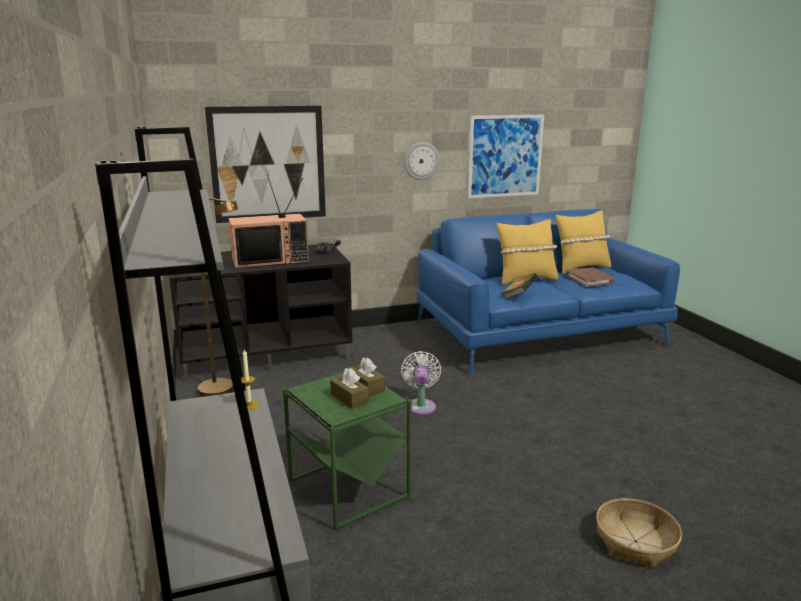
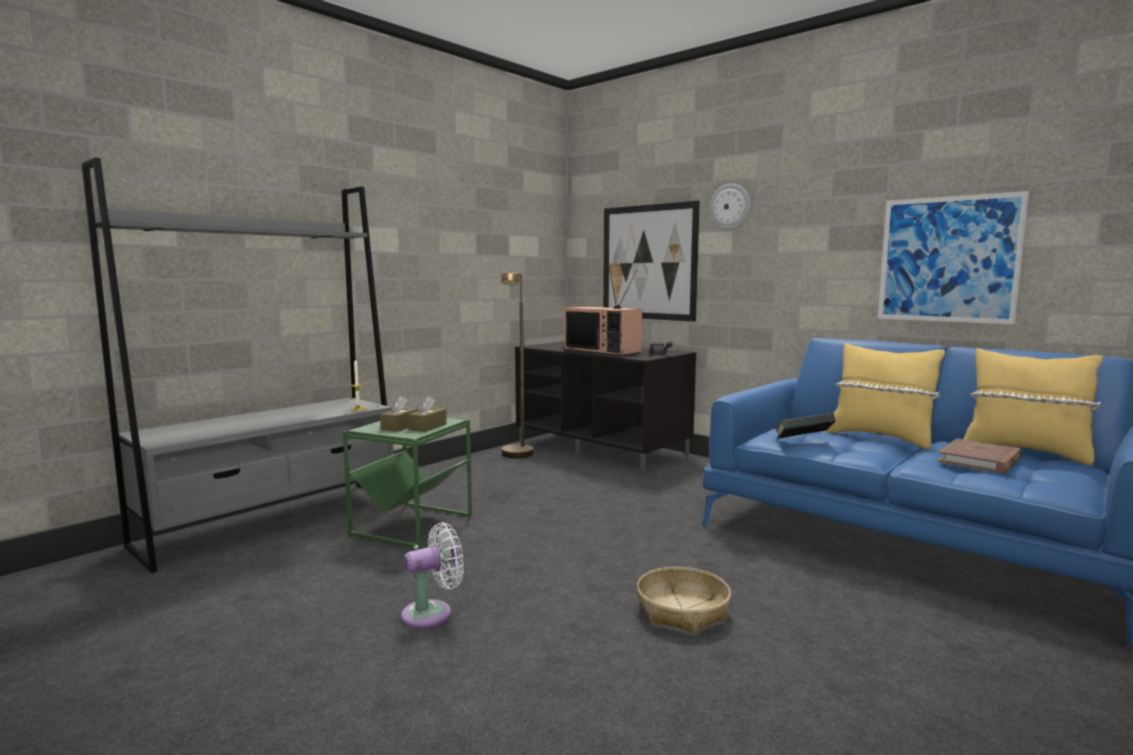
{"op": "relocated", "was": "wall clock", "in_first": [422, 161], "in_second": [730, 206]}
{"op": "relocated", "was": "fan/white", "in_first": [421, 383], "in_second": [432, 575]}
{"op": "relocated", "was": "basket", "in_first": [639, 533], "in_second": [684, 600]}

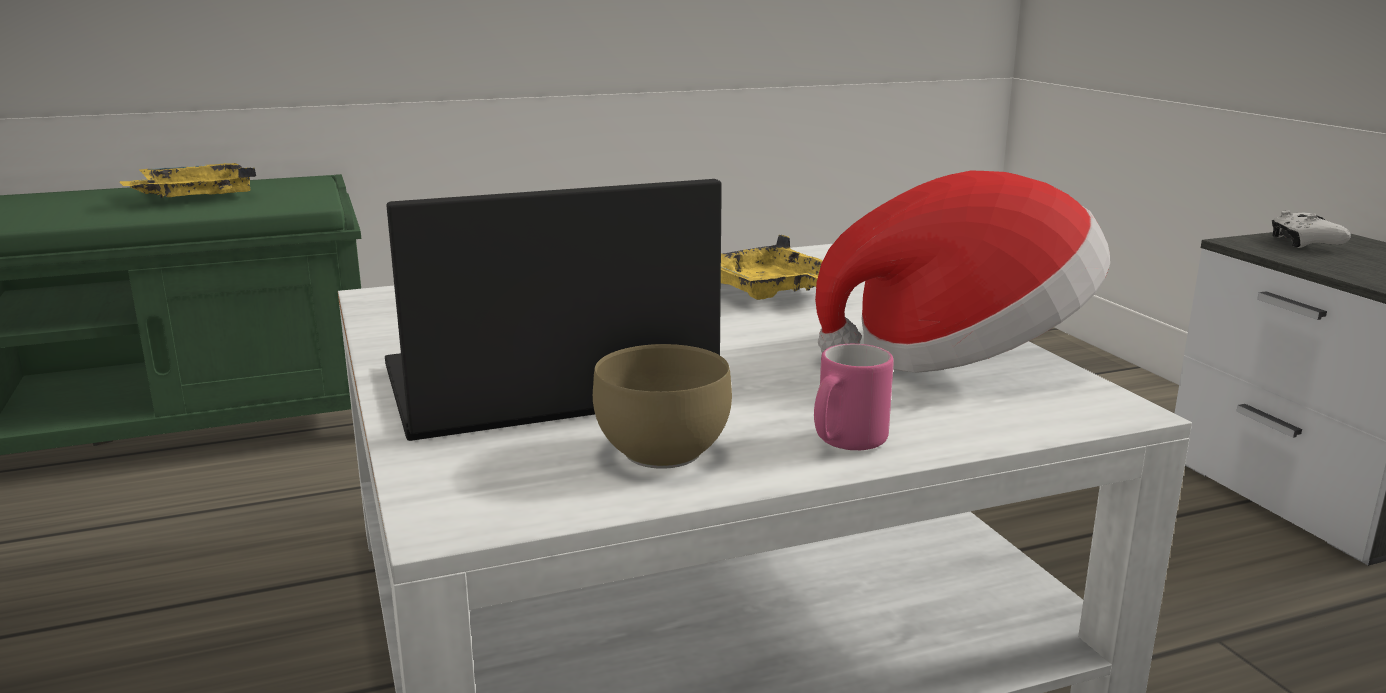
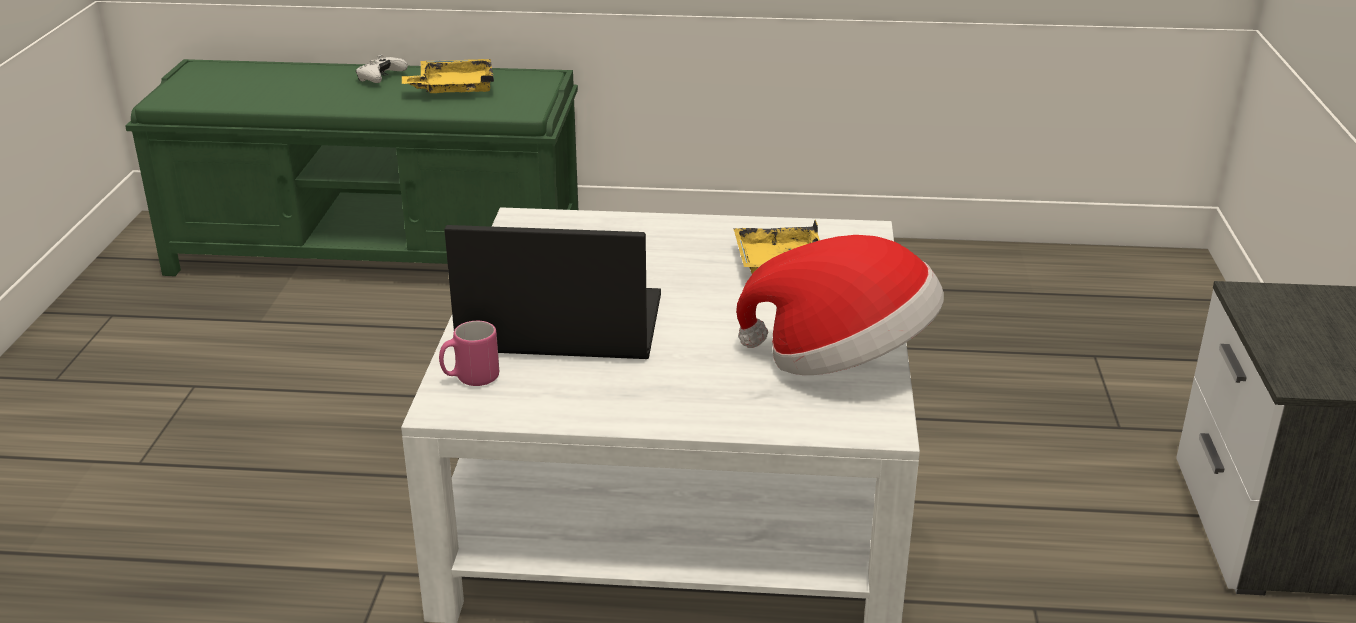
{"op": "relocated", "was": "game controller/white", "in_first": [1311, 229], "in_second": [382, 69]}
{"op": "missing", "was": "bowl/brown", "in_first": [662, 406]}
{"op": "relocated", "was": "mug/pink", "in_first": [854, 397], "in_second": [469, 353]}

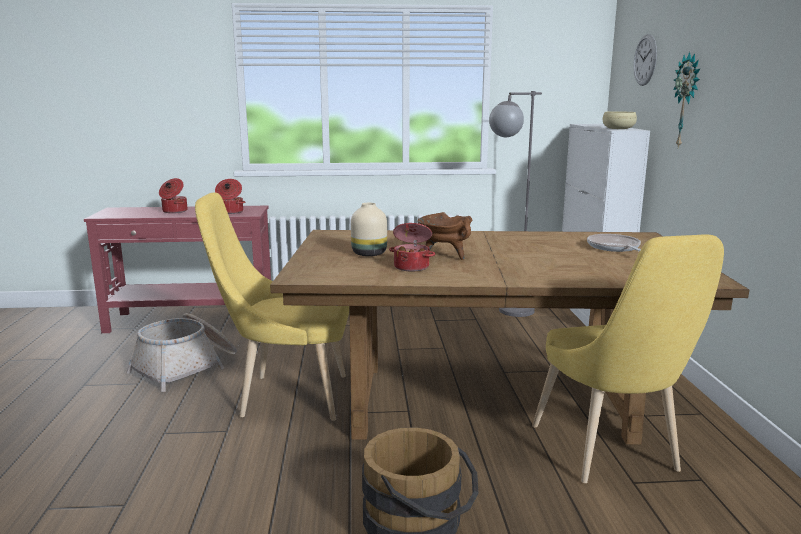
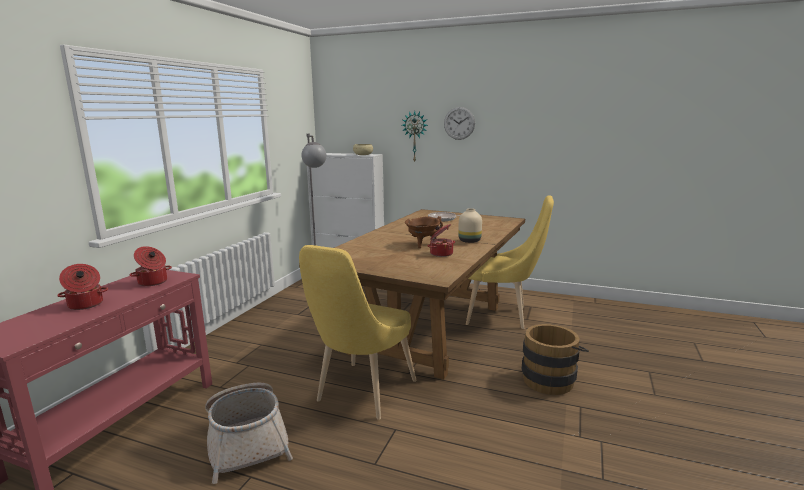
{"op": "relocated", "was": "wall clock", "in_first": [645, 60], "in_second": [459, 123]}
{"op": "relocated", "was": "vase/beige", "in_first": [369, 229], "in_second": [470, 225]}

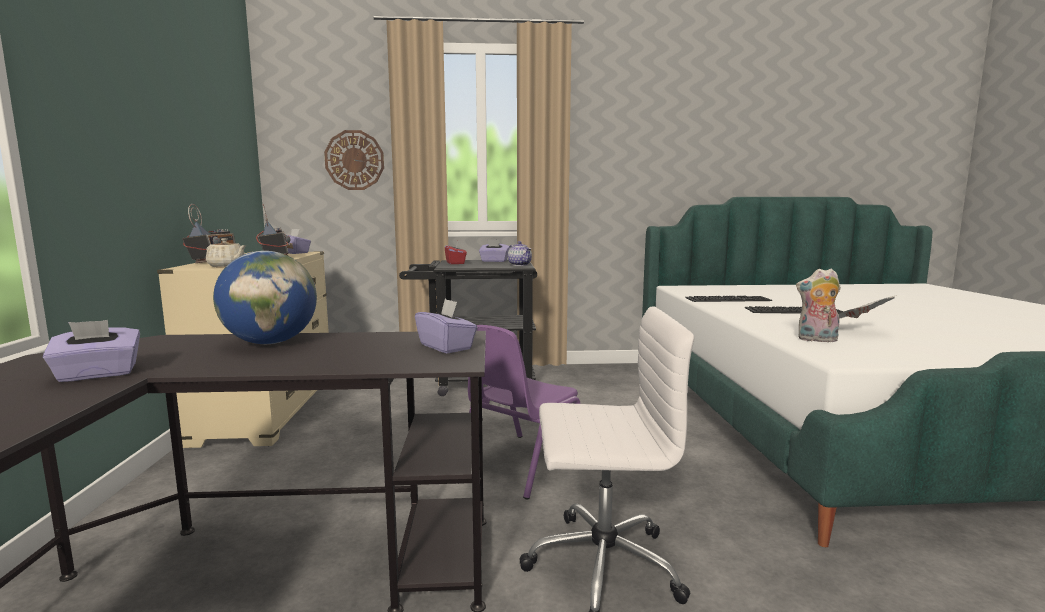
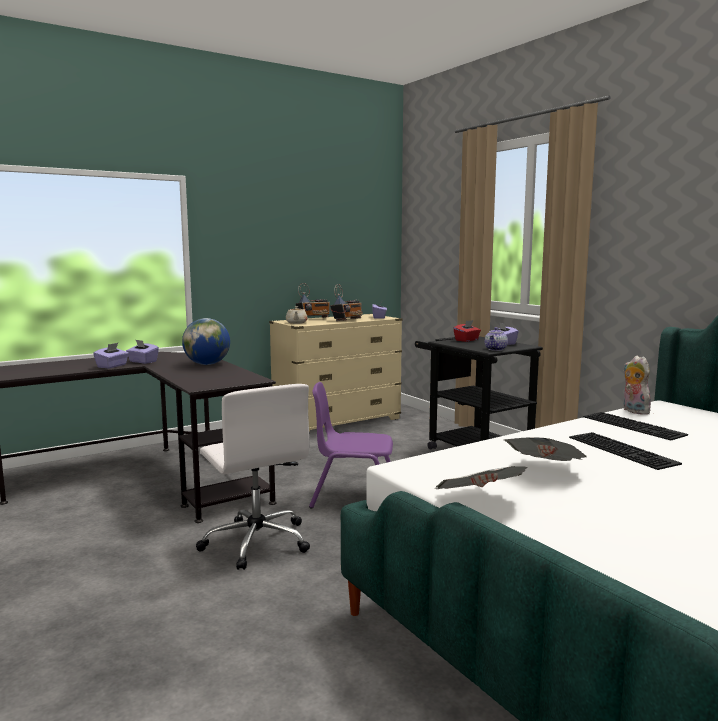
{"op": "missing", "was": "wall clock", "in_first": [354, 160]}
{"op": "relocated", "was": "plush toy", "in_first": [818, 305], "in_second": [637, 385]}
{"op": "relocated", "was": "tissue box/purple", "in_first": [446, 326], "in_second": [111, 355]}
{"op": "appeared", "now": "newspaper", "in_second": [481, 477]}

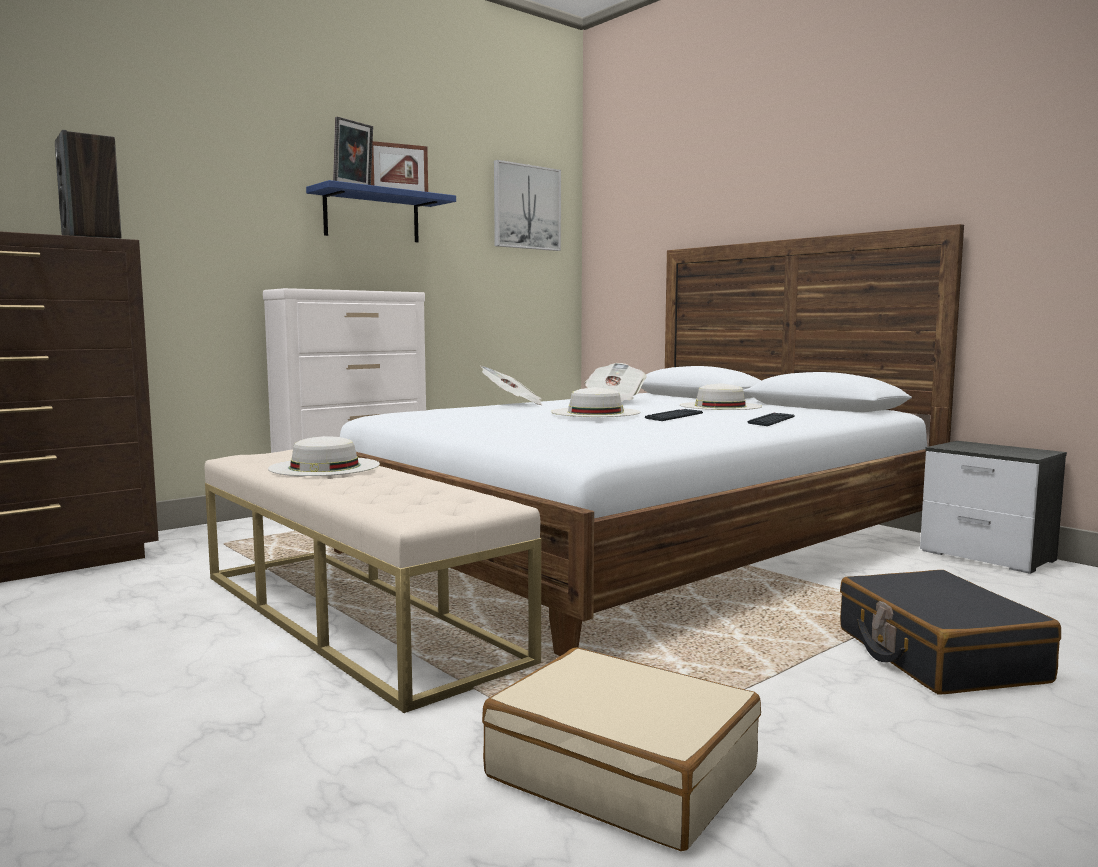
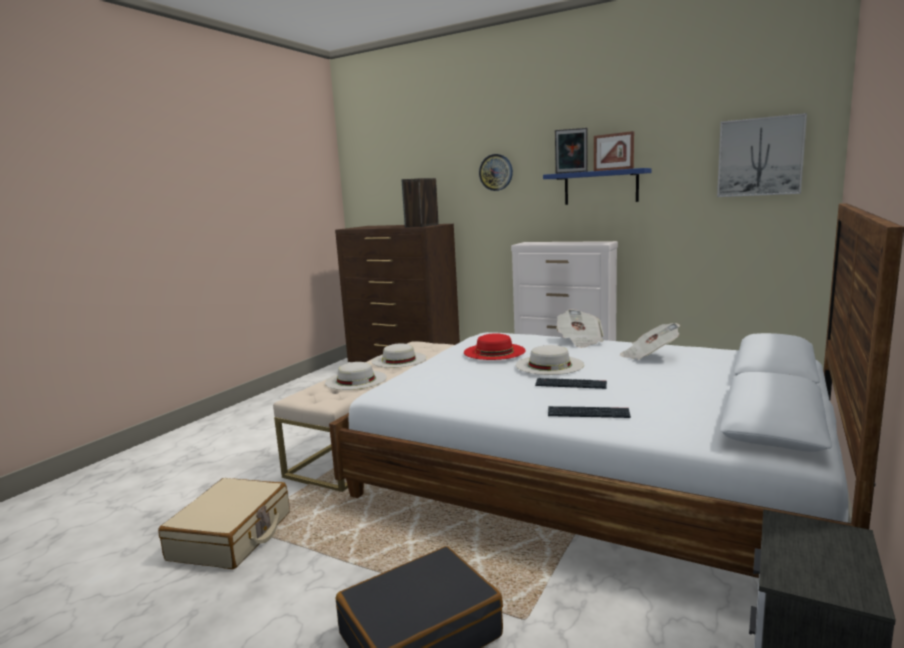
{"op": "relocated", "was": "hat/white", "in_first": [721, 396], "in_second": [356, 376]}
{"op": "appeared", "now": "wall clock", "in_second": [496, 172]}
{"op": "appeared", "now": "hat/red", "in_second": [495, 346]}

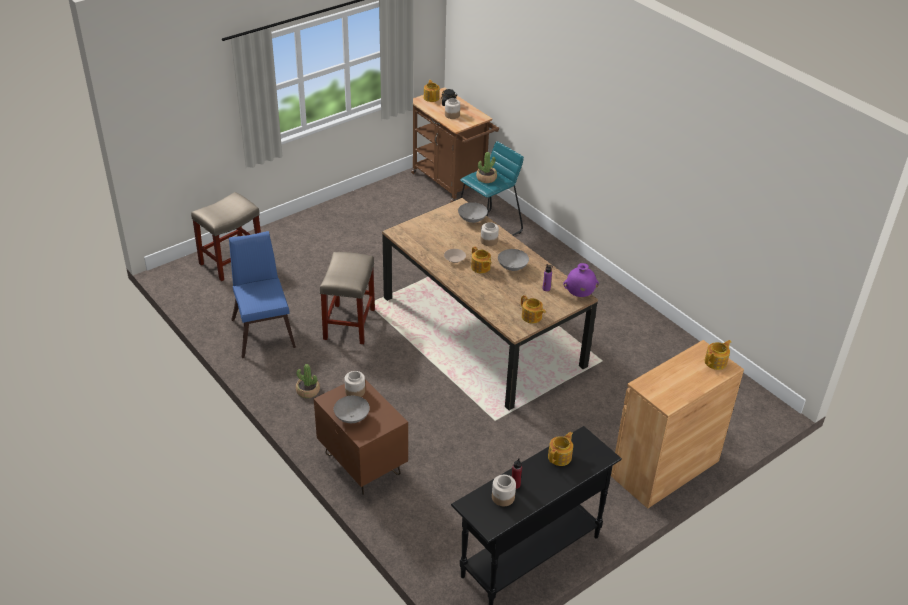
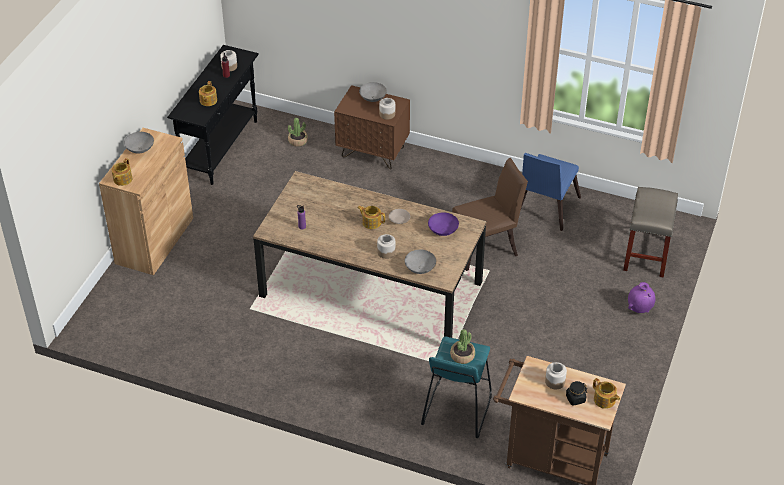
{"op": "spun", "was": "chair/blue", "in_first": [262, 294], "in_second": [550, 192], "clockwise": 75}
{"op": "relocated", "was": "bowl/grey", "in_first": [513, 260], "in_second": [139, 143]}
{"op": "exchanged", "was": "stool/beige", "now": "chair/brown", "in_first": [347, 298], "in_second": [490, 214]}
{"op": "relocated", "was": "vase/purple", "in_first": [581, 280], "in_second": [641, 297]}
{"op": "missing", "was": "teapot", "in_first": [533, 309]}
{"op": "relocated", "was": "potted plant", "in_first": [308, 381], "in_second": [298, 132]}
{"op": "appeared", "now": "bowl/purple", "in_second": [443, 224]}

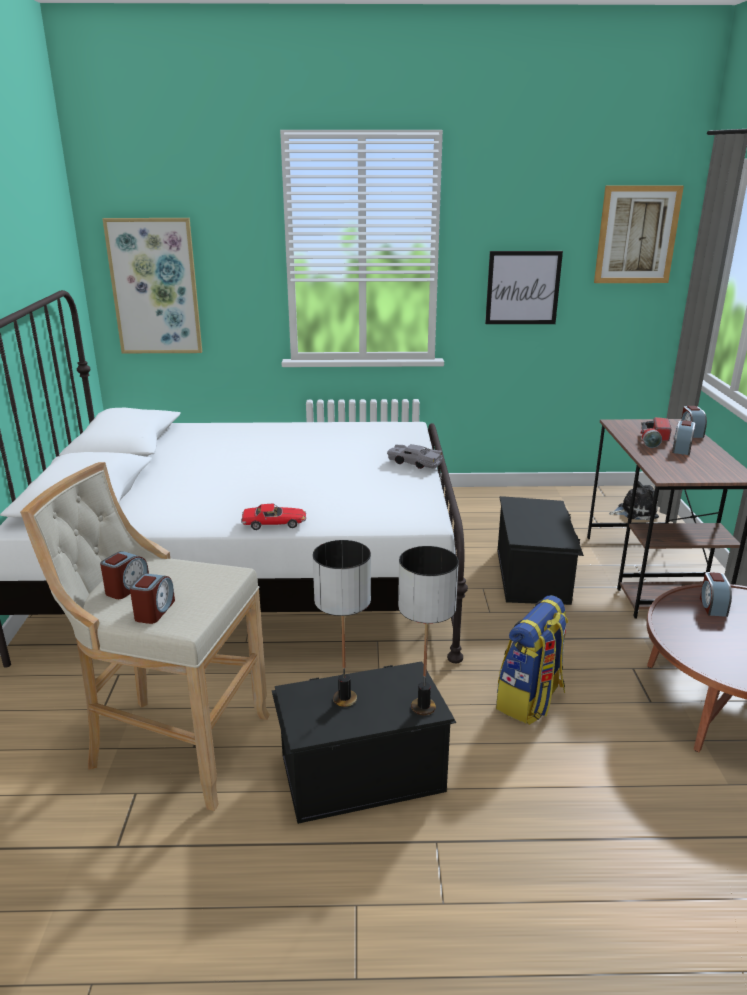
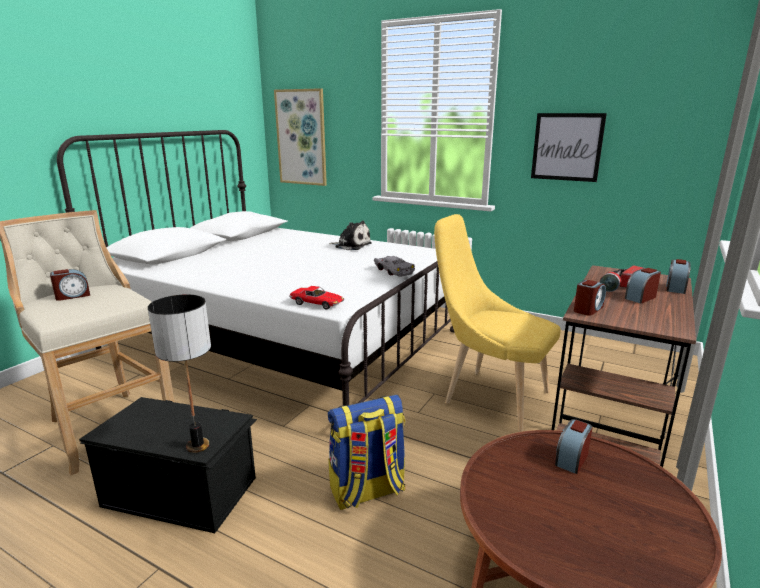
{"op": "missing", "was": "picture", "in_first": [639, 234]}
{"op": "relocated", "was": "plush toy", "in_first": [634, 500], "in_second": [350, 235]}
{"op": "exchanged", "was": "storage box/black", "now": "chair/yellow", "in_first": [541, 550], "in_second": [497, 323]}
{"op": "relocated", "was": "toy car", "in_first": [273, 516], "in_second": [316, 298]}
{"op": "missing", "was": "table lamp", "in_first": [342, 623]}
{"op": "relocated", "was": "alarm clock", "in_first": [152, 598], "in_second": [590, 298]}

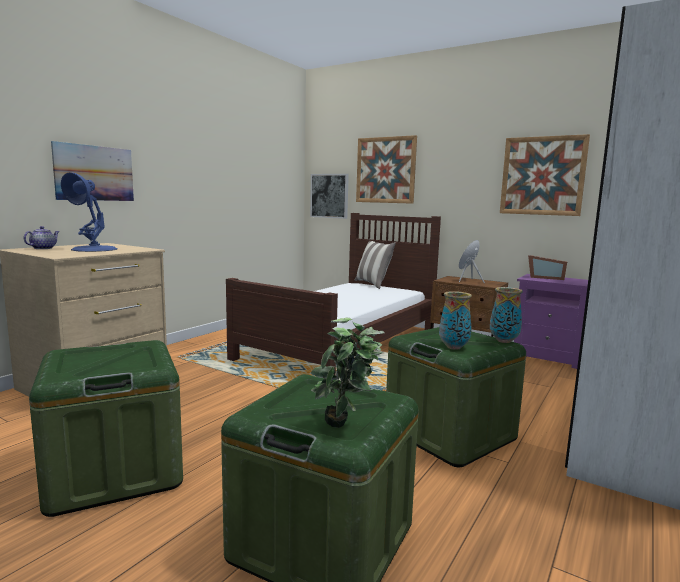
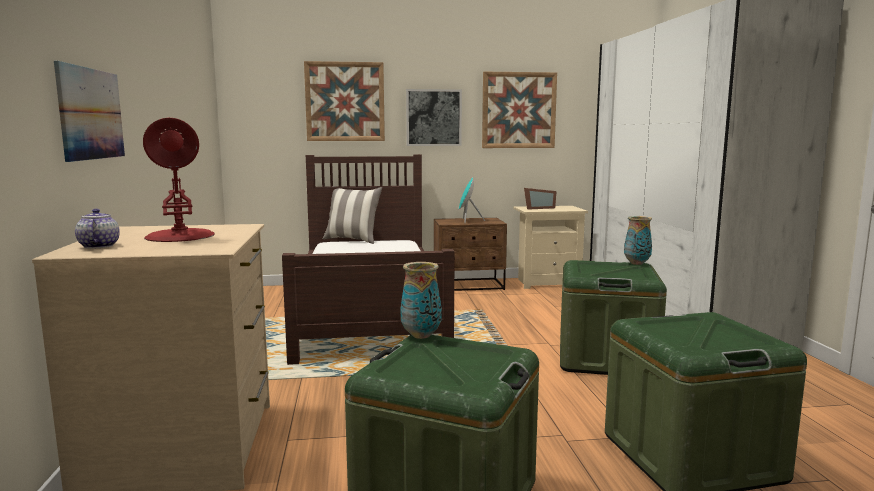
{"op": "colour", "was": "table lamp/blue", "now": "table lamp/red", "in_first": [89, 212], "in_second": [179, 180]}
{"op": "relocated", "was": "picture", "in_first": [329, 196], "in_second": [434, 117]}
{"op": "colour", "was": "nightstand/purple", "now": "nightstand/beige", "in_first": [551, 321], "in_second": [550, 247]}
{"op": "relocated", "was": "vase", "in_first": [455, 320], "in_second": [421, 300]}
{"op": "missing", "was": "potted plant", "in_first": [347, 372]}

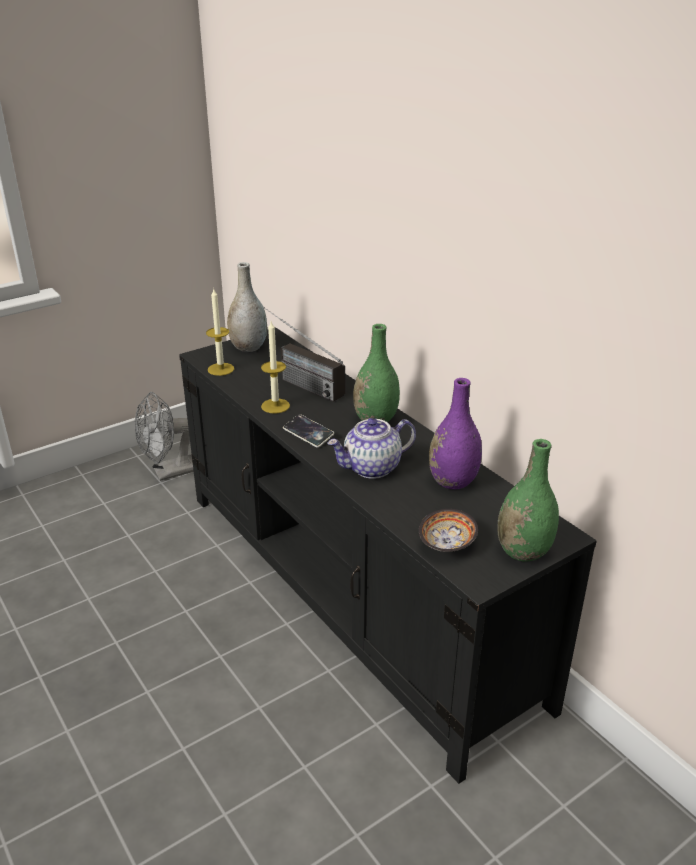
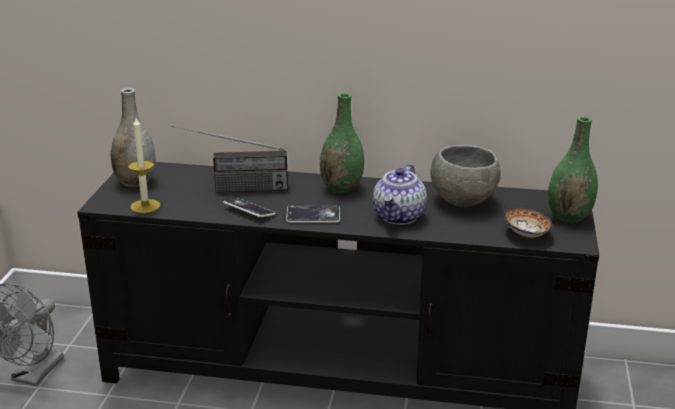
{"op": "exchanged", "was": "candle", "now": "phone", "in_first": [275, 367], "in_second": [249, 208]}
{"op": "exchanged", "was": "vase/purple", "now": "bowl/grey", "in_first": [455, 434], "in_second": [465, 176]}

